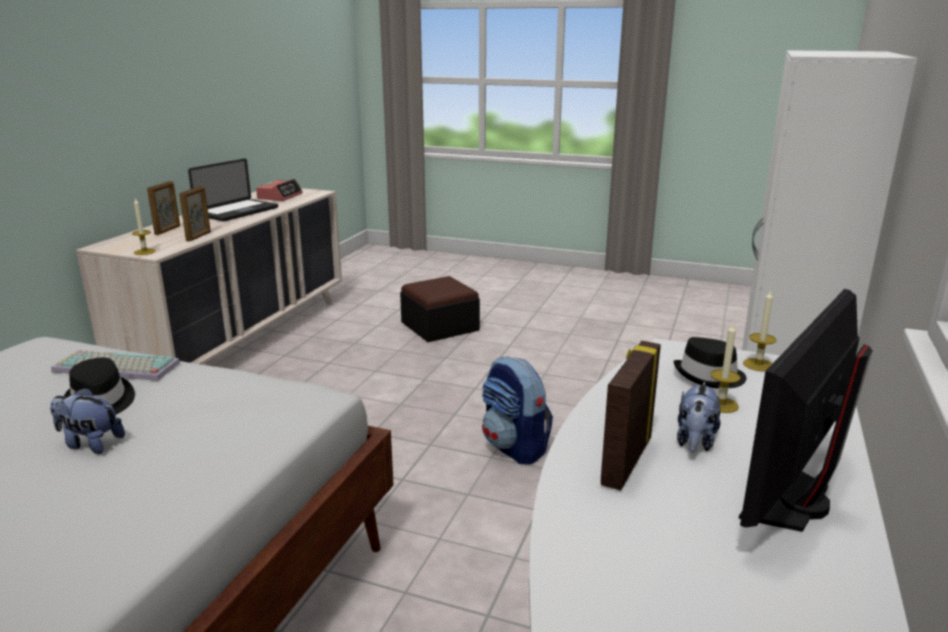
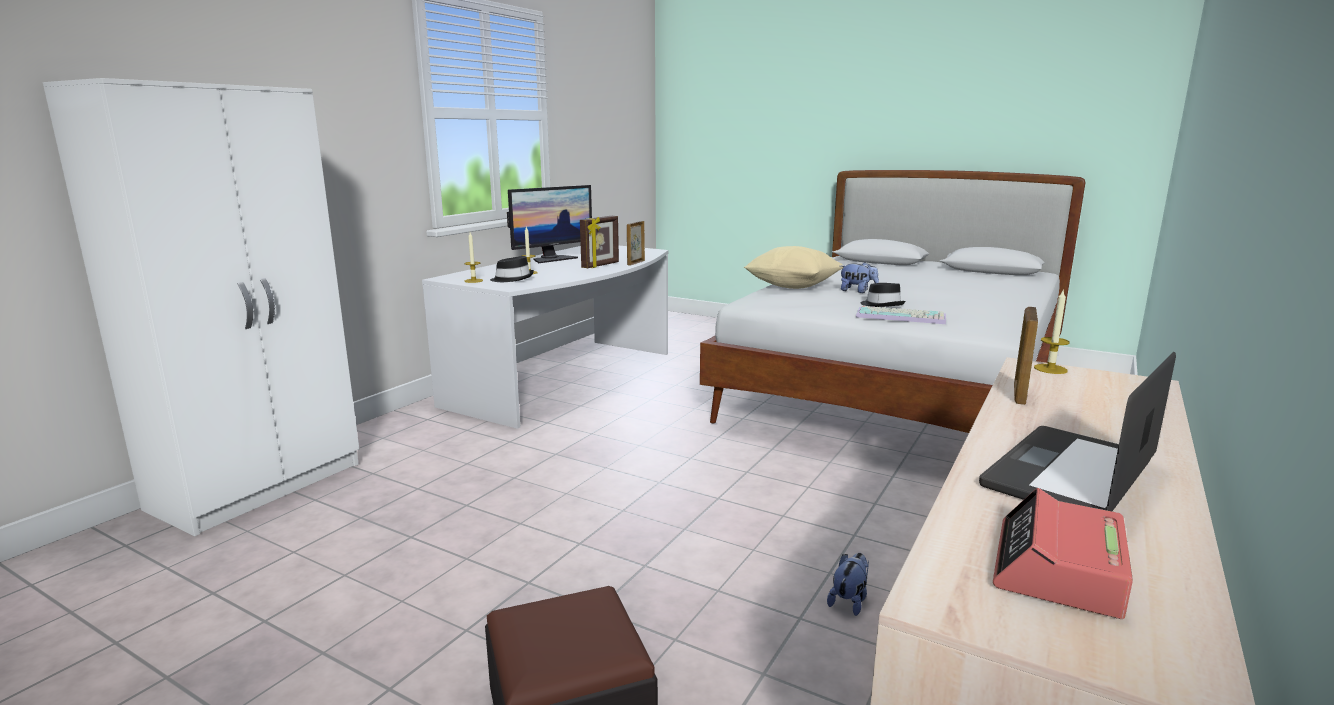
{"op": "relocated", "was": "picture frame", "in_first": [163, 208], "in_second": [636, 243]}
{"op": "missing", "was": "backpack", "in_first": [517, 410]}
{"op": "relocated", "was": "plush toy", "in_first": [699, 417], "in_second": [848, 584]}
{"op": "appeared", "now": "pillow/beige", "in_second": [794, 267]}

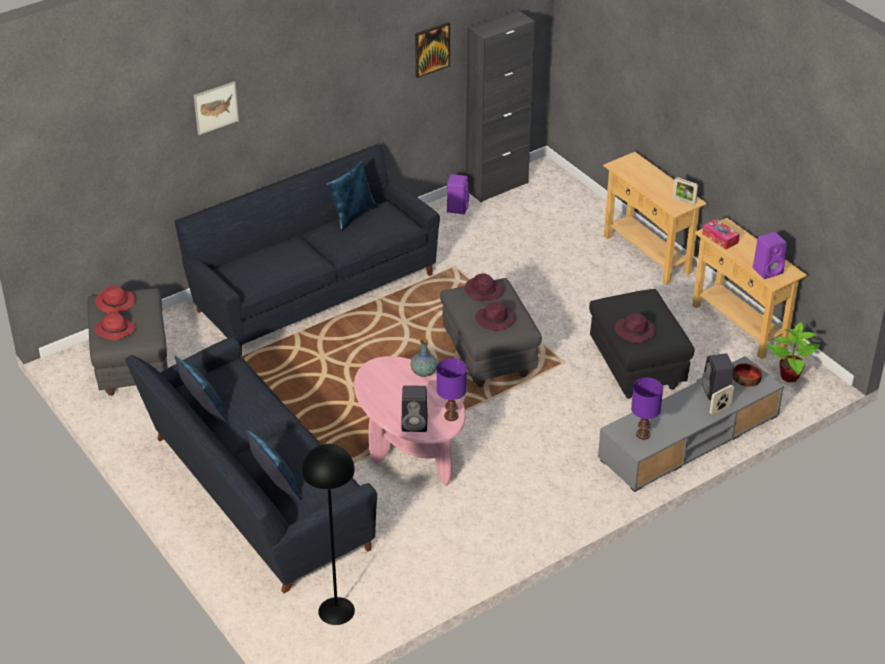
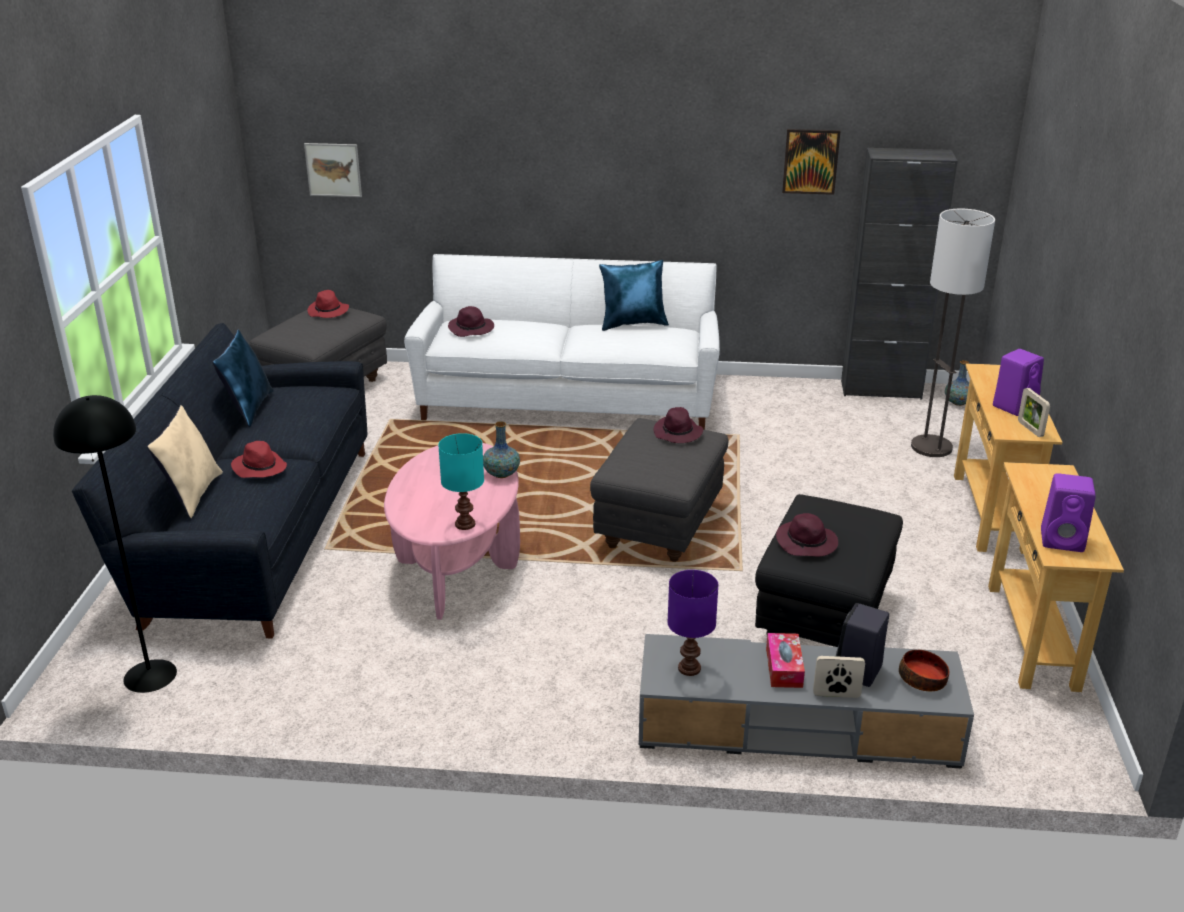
{"op": "relocated", "was": "picture", "in_first": [216, 108], "in_second": [333, 170]}
{"op": "colour", "was": "sofa/black", "now": "sofa/white", "in_first": [307, 250], "in_second": [562, 342]}
{"op": "relocated", "was": "speaker/purple", "in_first": [458, 194], "in_second": [1018, 382]}
{"op": "relocated", "was": "tissue box", "in_first": [721, 234], "in_second": [785, 660]}
{"op": "relocated", "was": "hat/purple", "in_first": [495, 316], "in_second": [471, 321]}
{"op": "relocated", "was": "hat/red", "in_first": [114, 326], "in_second": [259, 459]}
{"op": "missing", "was": "potted plant", "in_first": [793, 352]}
{"op": "colour", "was": "table lamp/purple", "now": "table lamp/turquoise", "in_first": [452, 389], "in_second": [461, 481]}
{"op": "missing", "was": "speaker/black", "in_first": [414, 408]}
{"op": "colour", "was": "pillow/blue", "now": "pillow/beige", "in_first": [273, 465], "in_second": [185, 461]}
{"op": "appeared", "now": "floor lamp", "in_second": [953, 333]}
{"op": "appeared", "now": "vase", "in_second": [957, 383]}

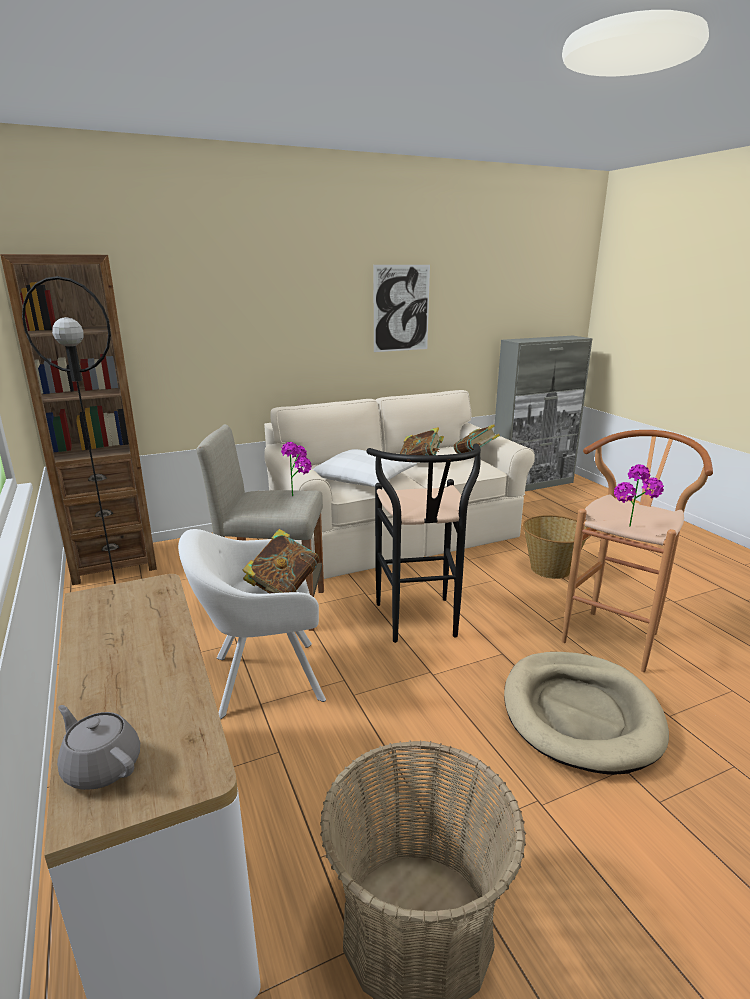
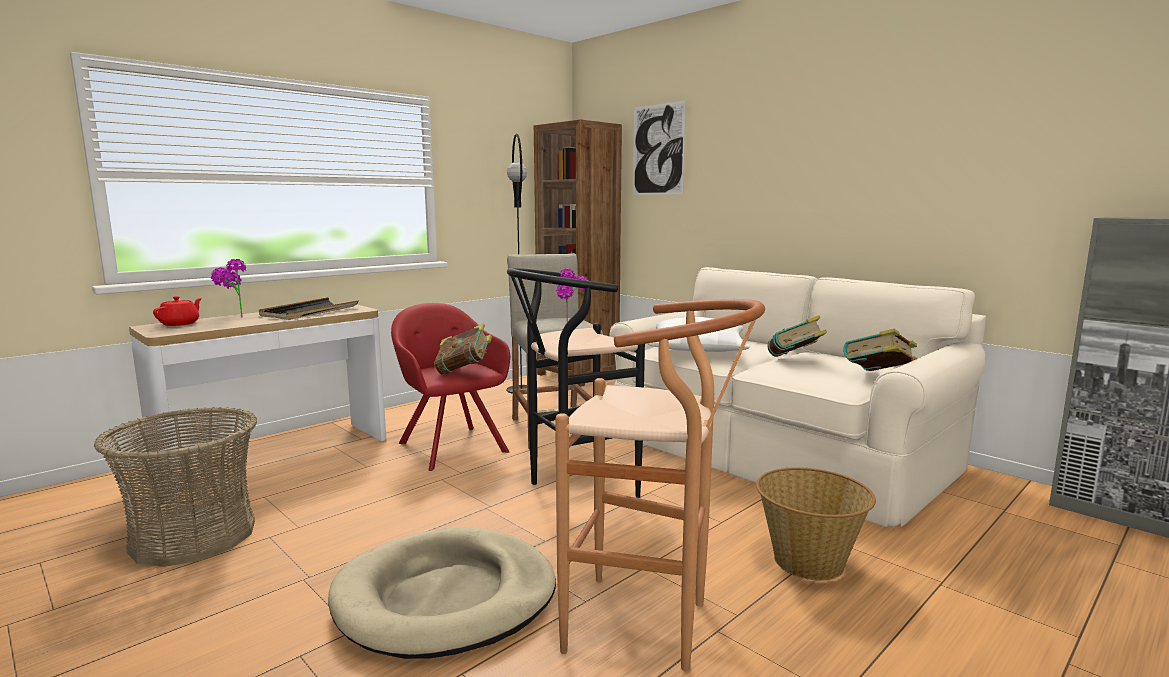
{"op": "relocated", "was": "picture", "in_first": [402, 308], "in_second": [659, 148]}
{"op": "relocated", "was": "potted plant", "in_first": [639, 495], "in_second": [228, 288]}
{"op": "colour", "was": "armchair/white", "now": "armchair/red", "in_first": [252, 624], "in_second": [450, 387]}
{"op": "colour", "was": "teapot/grey", "now": "teapot/red", "in_first": [98, 747], "in_second": [177, 311]}
{"op": "appeared", "now": "tray/black", "in_second": [309, 308]}

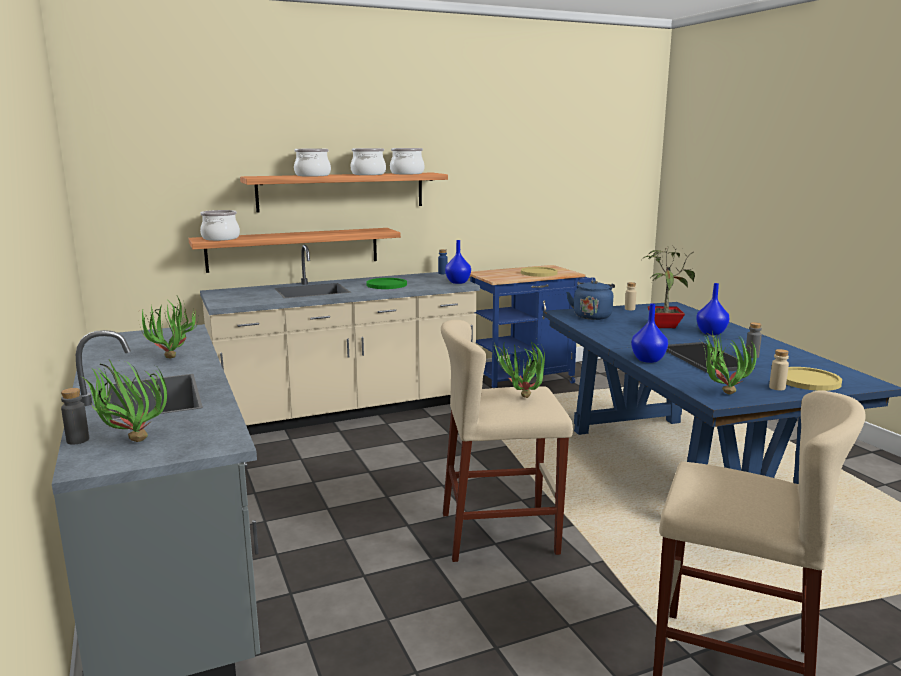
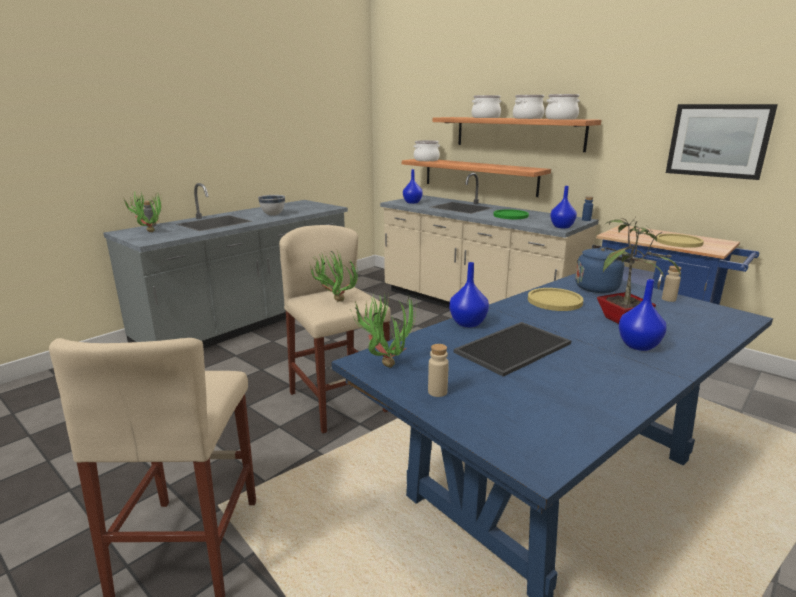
{"op": "exchanged", "was": "potted plant", "now": "bowl/white", "in_first": [169, 326], "in_second": [271, 205]}
{"op": "missing", "was": "bottle/grey", "in_first": [754, 340]}
{"op": "relocated", "was": "plate/yellow", "in_first": [814, 379], "in_second": [555, 299]}
{"op": "appeared", "now": "picture", "in_second": [722, 142]}
{"op": "appeared", "now": "vase/blue", "in_second": [413, 186]}

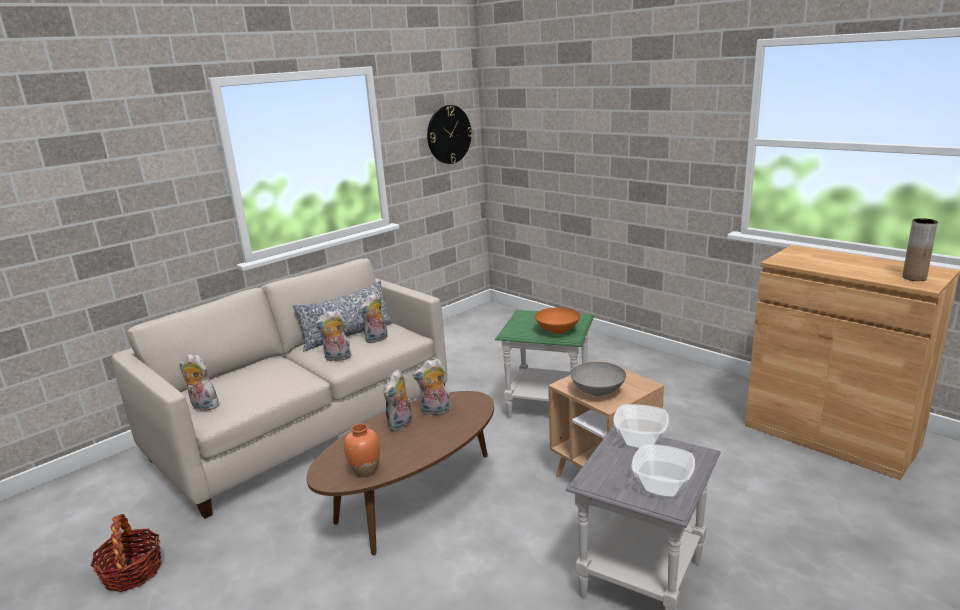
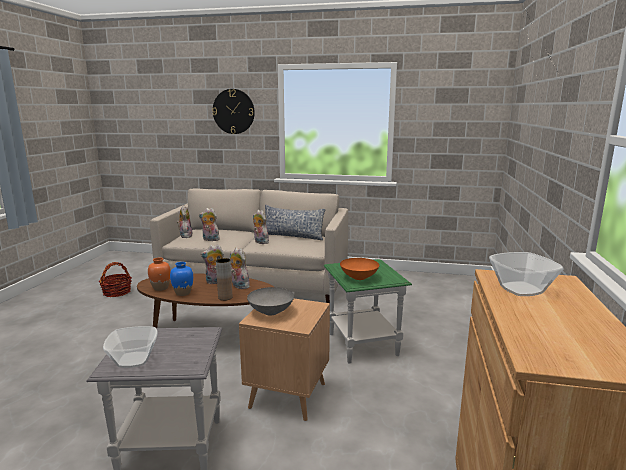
{"op": "relocated", "was": "wall clock", "in_first": [450, 134], "in_second": [233, 111]}
{"op": "relocated", "was": "vase/brown", "in_first": [920, 249], "in_second": [224, 279]}
{"op": "relocated", "was": "plush toy", "in_first": [373, 318], "in_second": [209, 224]}
{"op": "relocated", "was": "bowl", "in_first": [641, 427], "in_second": [526, 274]}
{"op": "appeared", "now": "vase/blue", "in_second": [181, 279]}

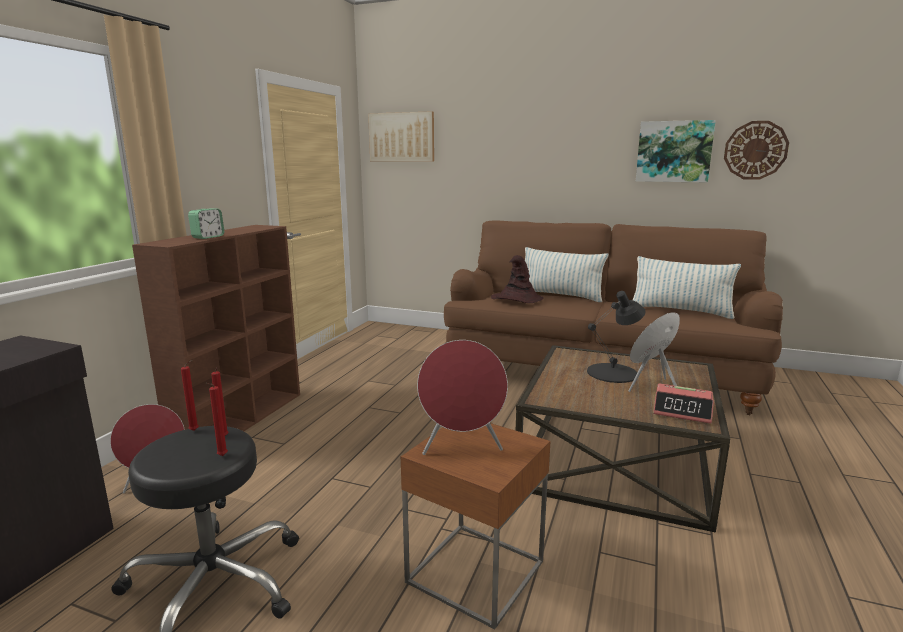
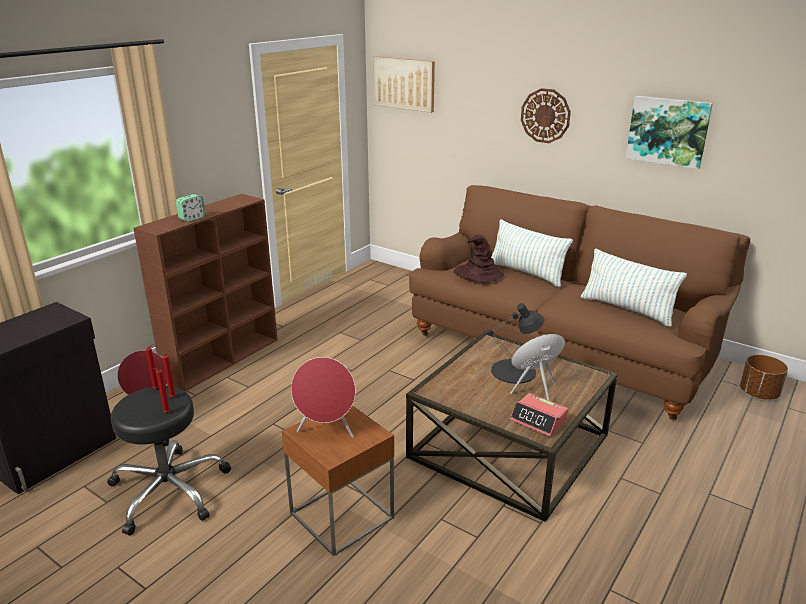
{"op": "relocated", "was": "wall clock", "in_first": [756, 150], "in_second": [546, 115]}
{"op": "appeared", "now": "planter/brown", "in_second": [764, 377]}

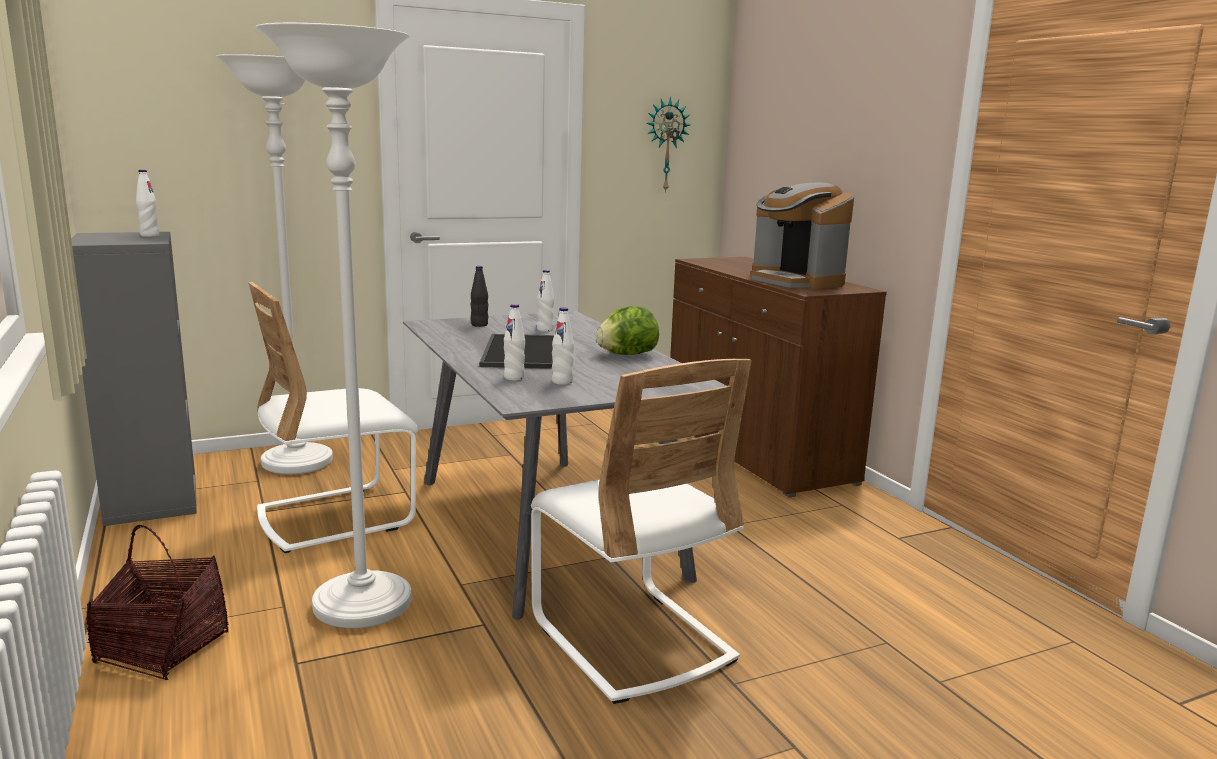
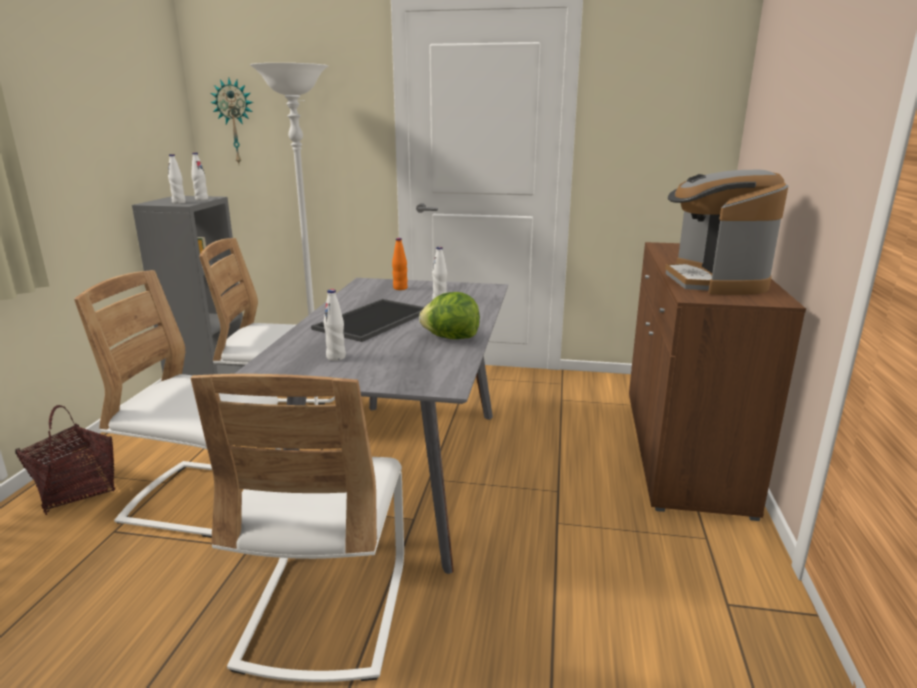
{"op": "exchanged", "was": "floor lamp/white", "now": "chair/white", "in_first": [334, 326], "in_second": [177, 404]}
{"op": "relocated", "was": "wall clock", "in_first": [668, 145], "in_second": [231, 120]}
{"op": "colour", "was": "bottle/black", "now": "bottle/orange", "in_first": [479, 296], "in_second": [400, 264]}
{"op": "relocated", "was": "bottle/white", "in_first": [514, 342], "in_second": [177, 179]}

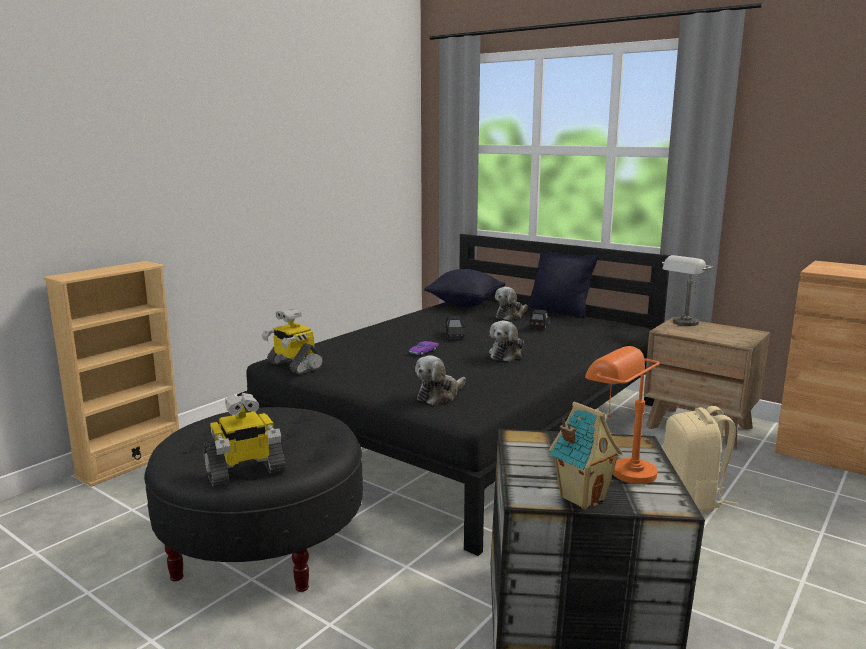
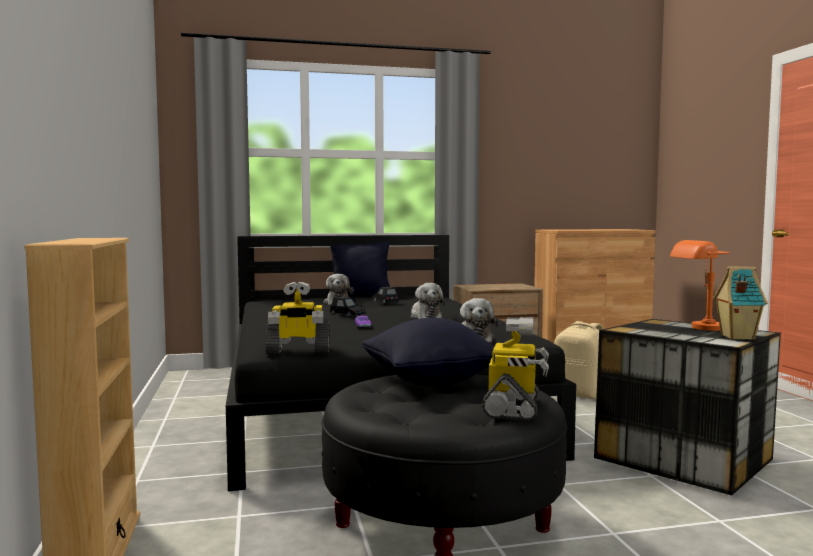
{"op": "missing", "was": "table lamp/grey", "in_first": [687, 290]}
{"op": "relocated", "was": "pillow/black", "in_first": [464, 288], "in_second": [428, 351]}

